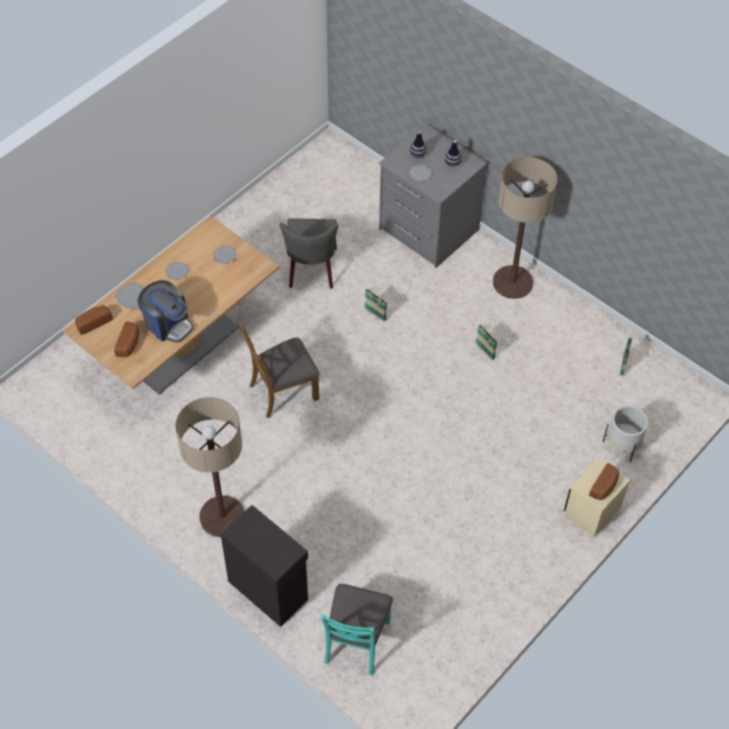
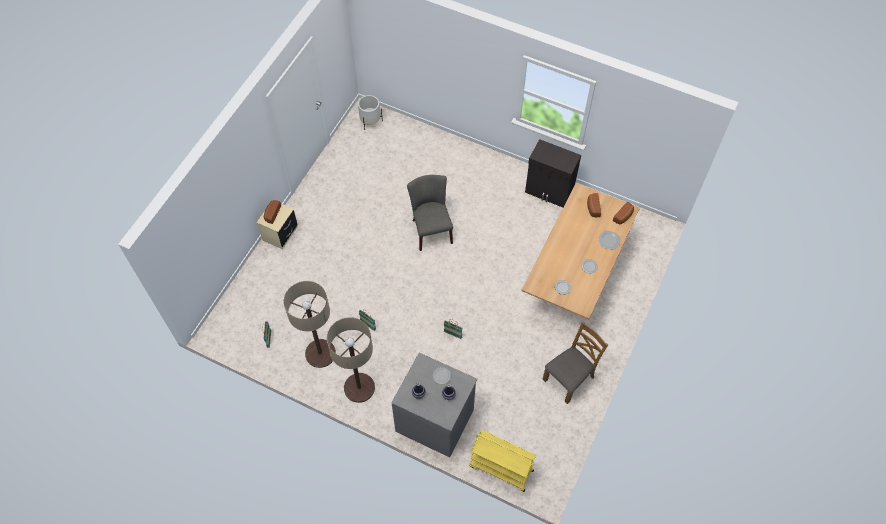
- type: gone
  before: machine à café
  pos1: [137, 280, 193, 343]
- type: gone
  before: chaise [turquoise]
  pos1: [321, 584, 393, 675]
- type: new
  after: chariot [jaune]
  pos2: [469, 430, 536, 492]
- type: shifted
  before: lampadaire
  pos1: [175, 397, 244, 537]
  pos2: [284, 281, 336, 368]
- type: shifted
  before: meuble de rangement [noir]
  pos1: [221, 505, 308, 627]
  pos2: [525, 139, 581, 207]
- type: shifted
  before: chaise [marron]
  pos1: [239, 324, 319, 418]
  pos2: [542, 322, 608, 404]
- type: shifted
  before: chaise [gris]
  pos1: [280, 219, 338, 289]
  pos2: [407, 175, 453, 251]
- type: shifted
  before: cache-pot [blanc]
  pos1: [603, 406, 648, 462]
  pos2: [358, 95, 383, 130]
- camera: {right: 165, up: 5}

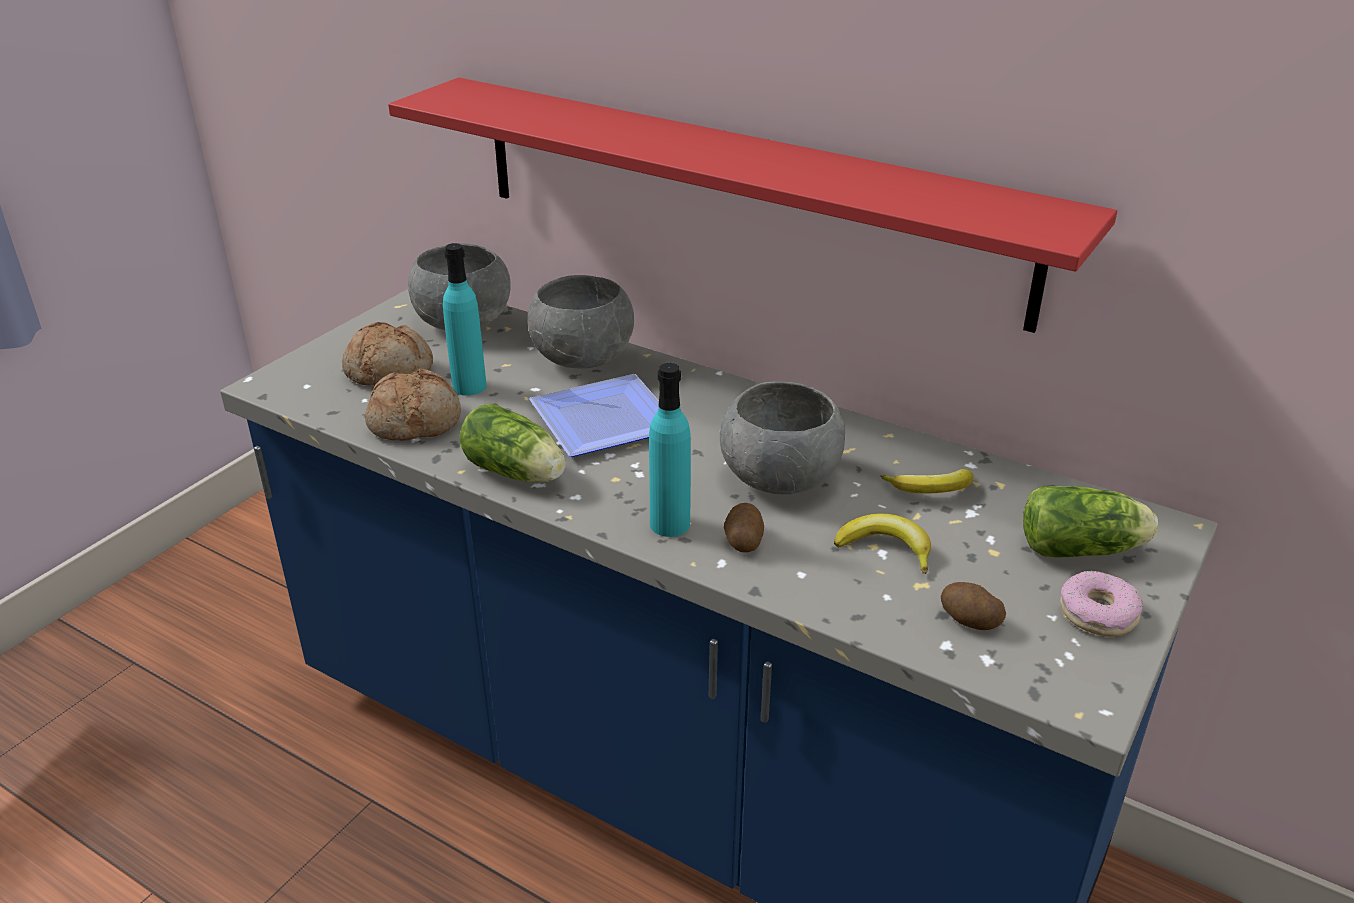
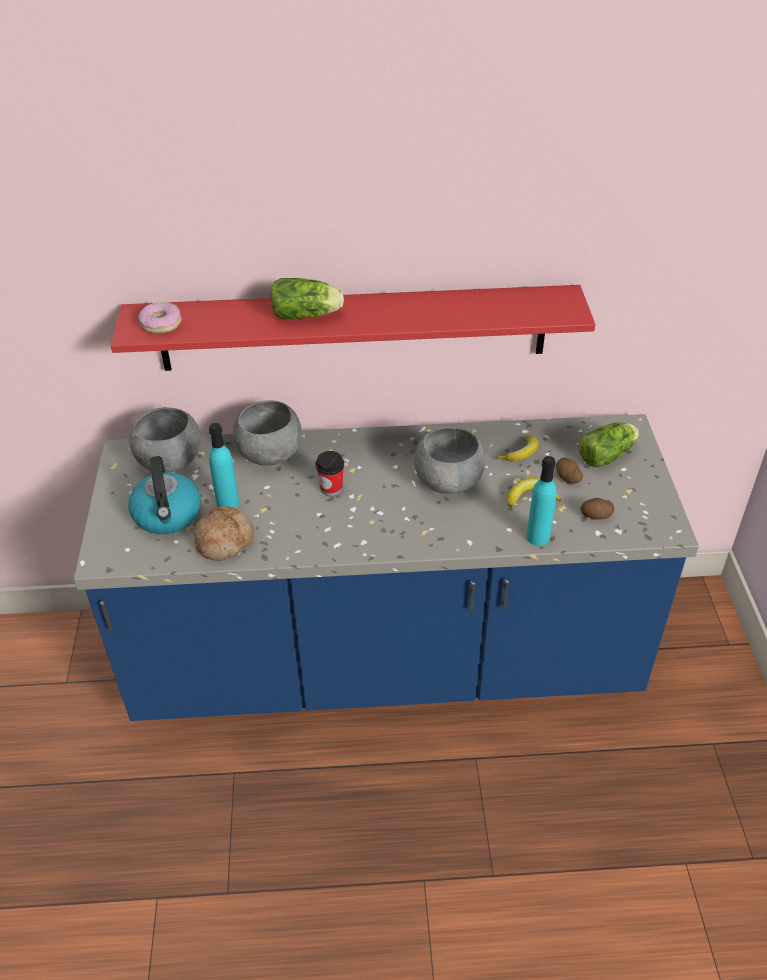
- type: shifted
  before: laitue
  pos1: [459, 404, 566, 482]
  pos2: [271, 278, 344, 319]
- type: shifted
  before: bouteille [turquoise]
  pos1: [649, 363, 691, 537]
  pos2: [526, 456, 557, 546]
- type: shifted
  before: pomme de terre
  pos1: [724, 503, 764, 553]
  pos2: [556, 458, 583, 484]
- type: shifted
  before: beignet
  pos1: [1060, 571, 1143, 637]
  pos2: [138, 302, 181, 334]
- type: swapped
  before: pain
  after: bouilloire
  pos1: [342, 322, 433, 386]
  pos2: [128, 456, 201, 534]
- type: swapped
  before: assiette
  after: tasse
  pos1: [529, 374, 659, 457]
  pos2: [316, 451, 344, 496]
- camera: {right: -35, up: 10}

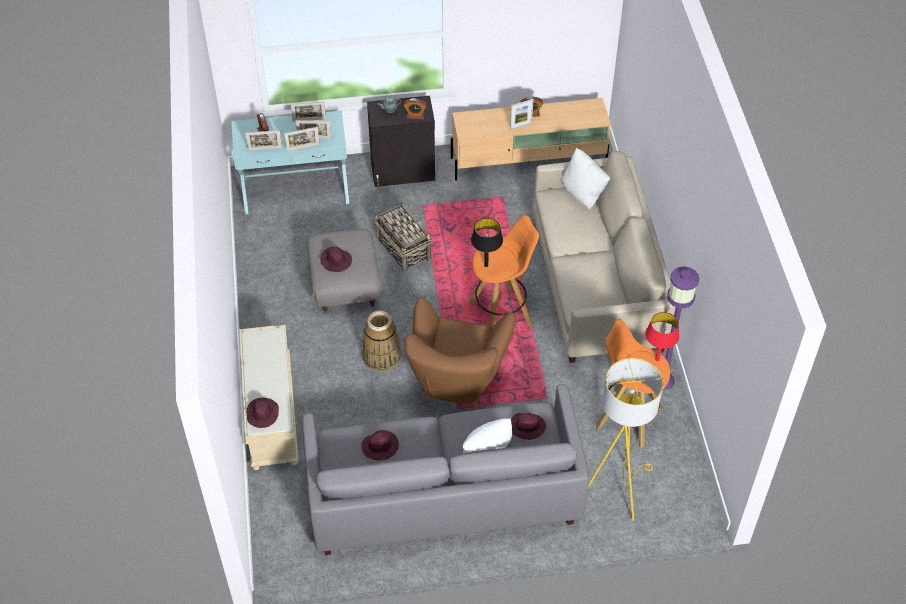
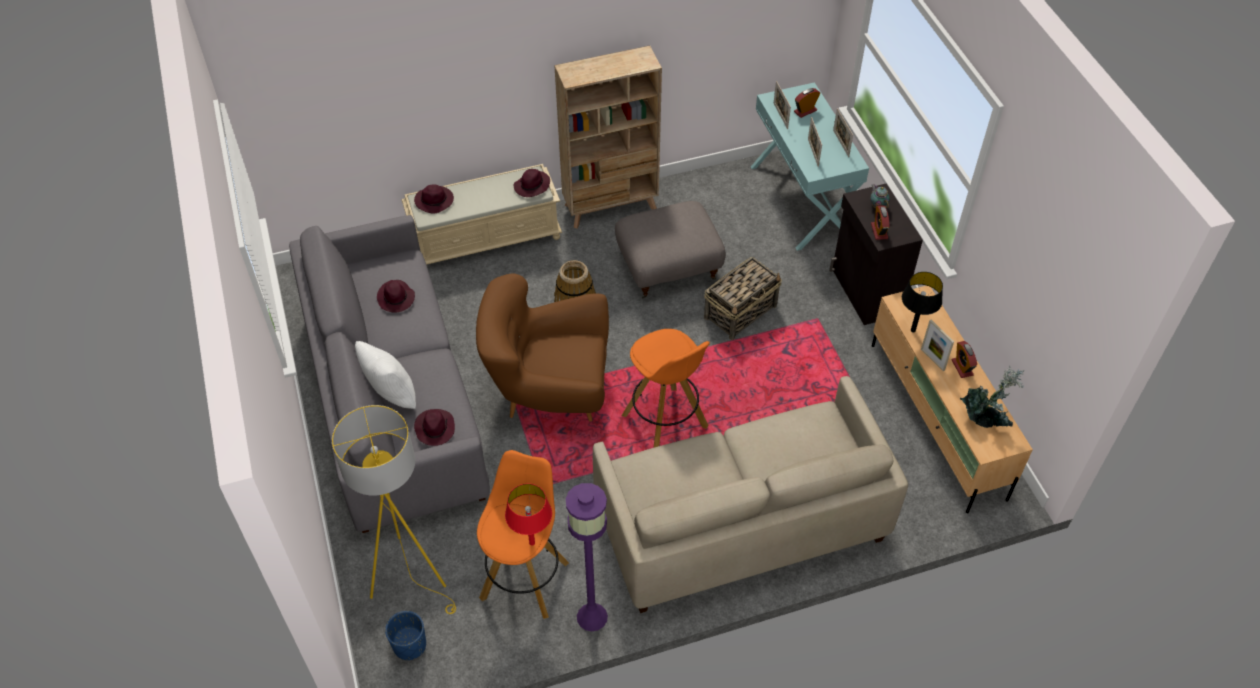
- type: gone
  before: cadre photo
  pos1: [284, 127, 320, 151]
- type: gone
  before: coussin [blanc]
  pos1: [562, 148, 610, 209]
- type: new
  after: cache-pot [bleu]
  pos2: [385, 611, 426, 660]
- type: new
  after: bibliothèque [beige]
  pos2: [554, 45, 662, 229]
- type: new
  after: plante en pot
  pos2: [960, 366, 1024, 428]
- type: shifted
  before: chapeau [violet]
  pos1: [320, 246, 352, 272]
  pos2: [514, 169, 550, 197]
- type: shifted
  before: lampe de table [noir]
  pos1: [471, 218, 503, 267]
  pos2: [902, 272, 943, 332]
- camera: {right: 80, up: 0}

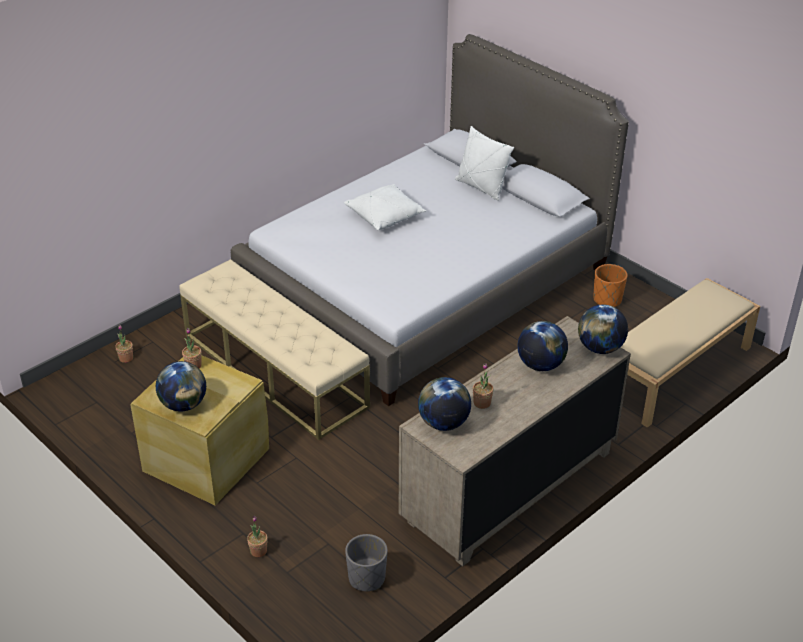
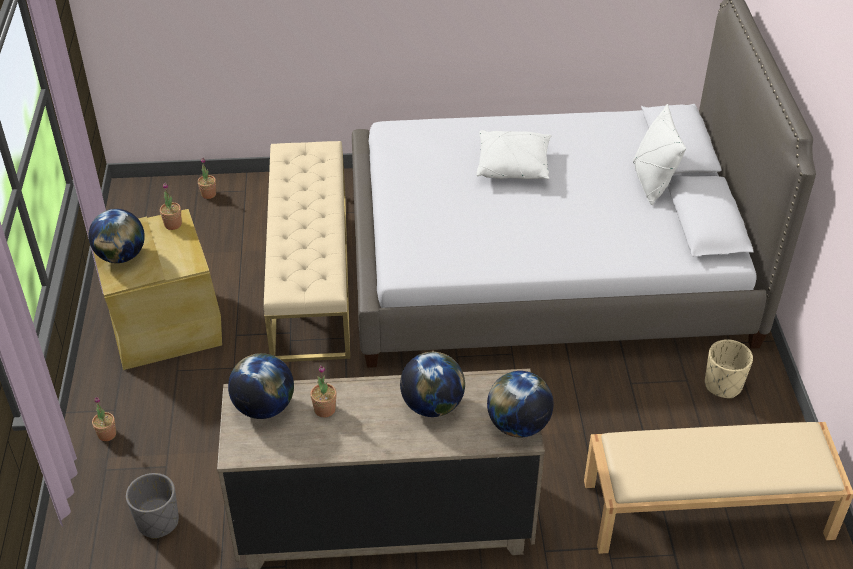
- type: repainted
  before: cache-pot [orange]
  after: cache-pot [beige]
  pos1: [593, 264, 627, 307]
  pos2: [705, 339, 753, 399]
- camera: {right: 40, up: 5}

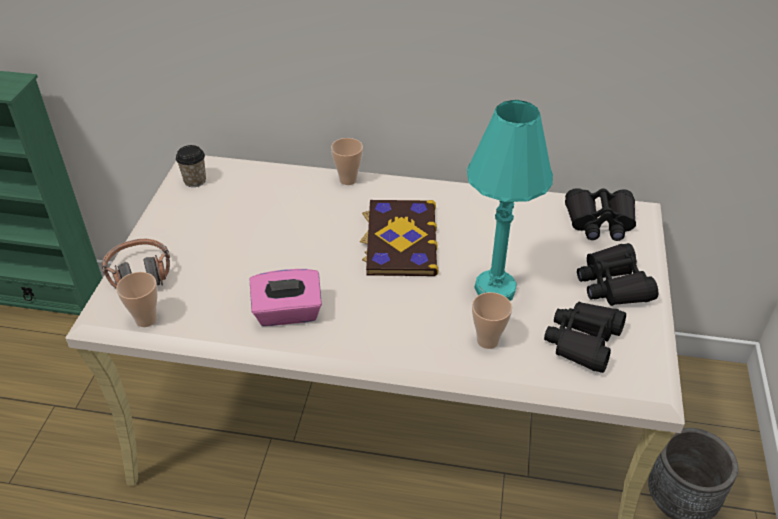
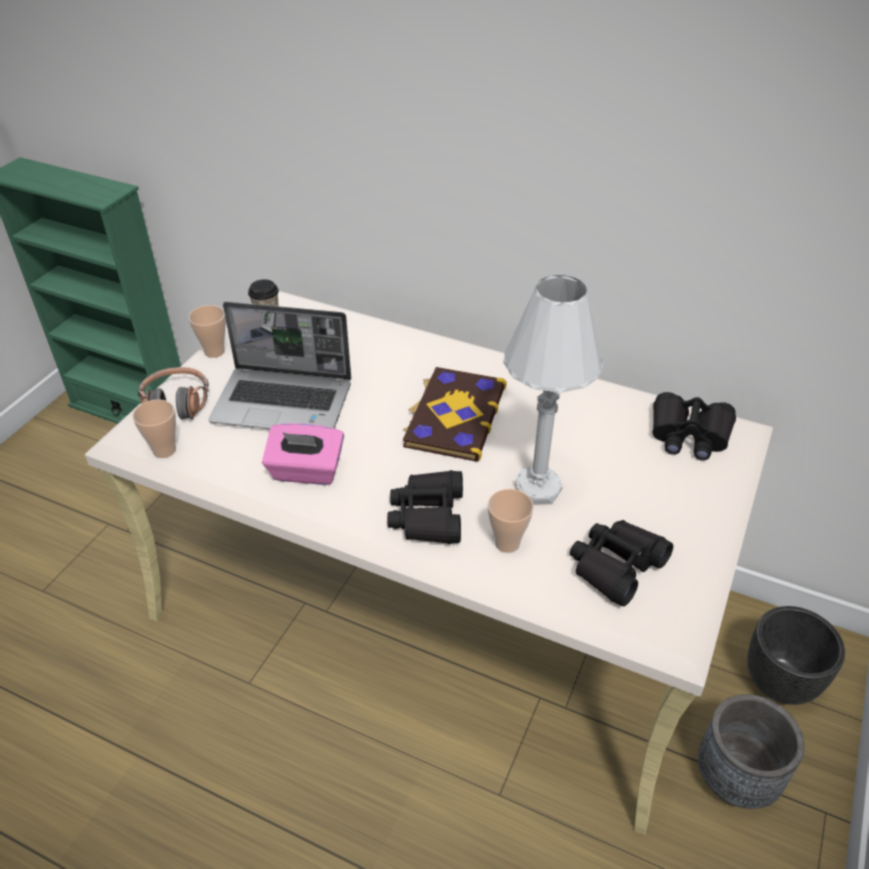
- type: new
  after: ordinateur portable
  pos2: [208, 302, 351, 429]
- type: new
  after: cache-pot [noir]
  pos2: [747, 606, 845, 705]
- type: shifted
  before: tasse
  pos1: [331, 138, 363, 185]
  pos2: [189, 305, 226, 358]
- type: shifted
  before: jumelles [noir]
  pos1: [577, 243, 658, 306]
  pos2: [387, 470, 463, 544]
- type: repainted
  before: lampe de table [turquoise]
  after: lampe de table [blanc]
  pos1: [466, 100, 553, 301]
  pos2: [503, 275, 603, 505]
- camera: {right: 15, up: 0}

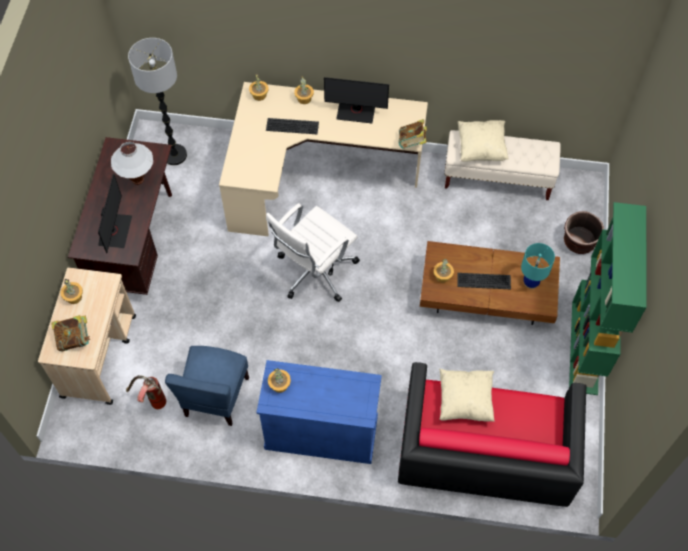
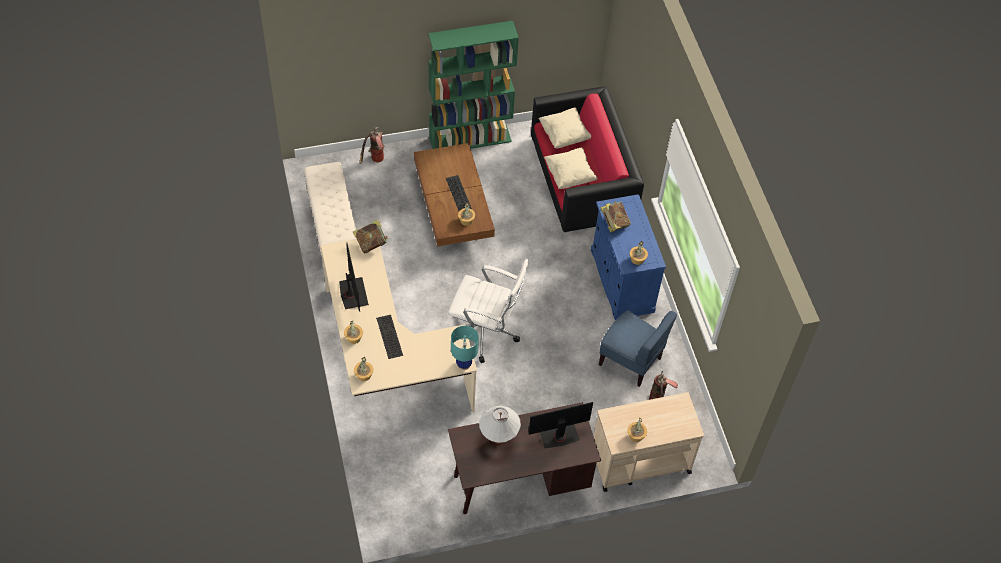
- type: gone
  before: lampadaire
  pos1: [128, 38, 187, 165]
- type: shifted
  before: livre
  pos1: [51, 315, 91, 351]
  pos2: [600, 202, 631, 232]
- type: shifted
  before: coussin [beige]
  pos1: [458, 120, 509, 162]
  pos2: [538, 107, 591, 148]
- type: shifted
  before: lampe de table [turquoise]
  pos1: [521, 243, 555, 289]
  pos2: [451, 326, 479, 370]
- type: swapped
  before: cache-pot [marron]
  after: extincteur
  pos1: [564, 211, 604, 254]
  pos2: [359, 127, 385, 164]
- type: rotated
  before: chaise [bleu]
  pos1: [165, 346, 249, 426]
  pos2: [599, 310, 677, 387]
  turn: 45
- camera: {right: -115, up: -5}

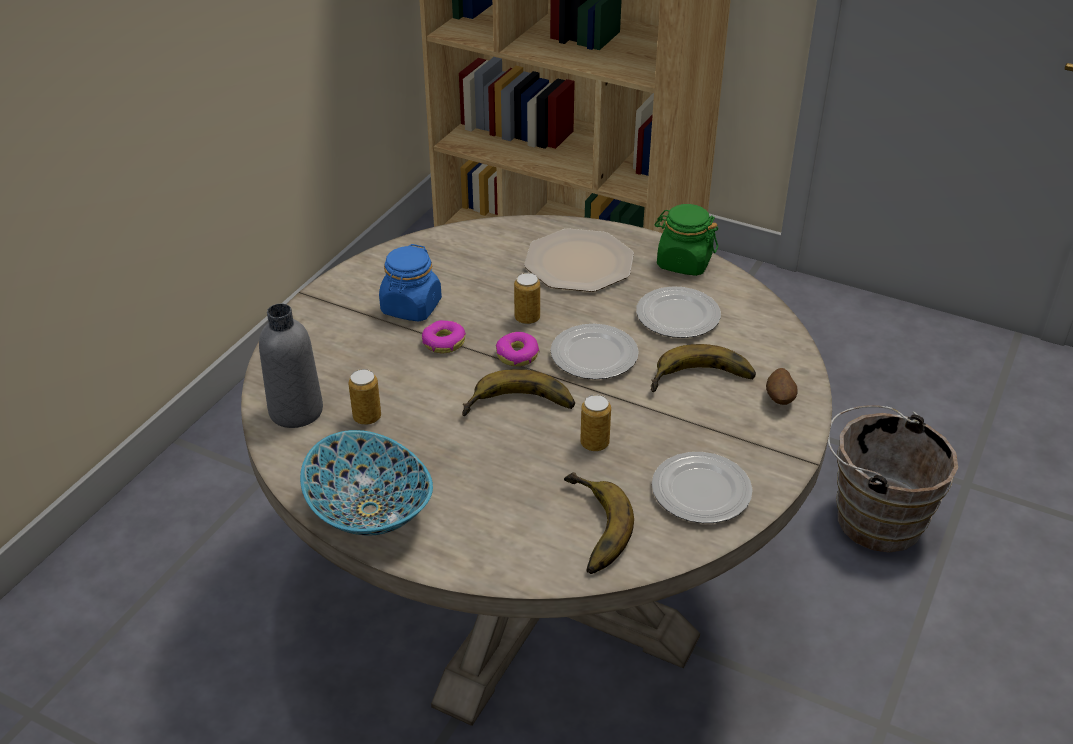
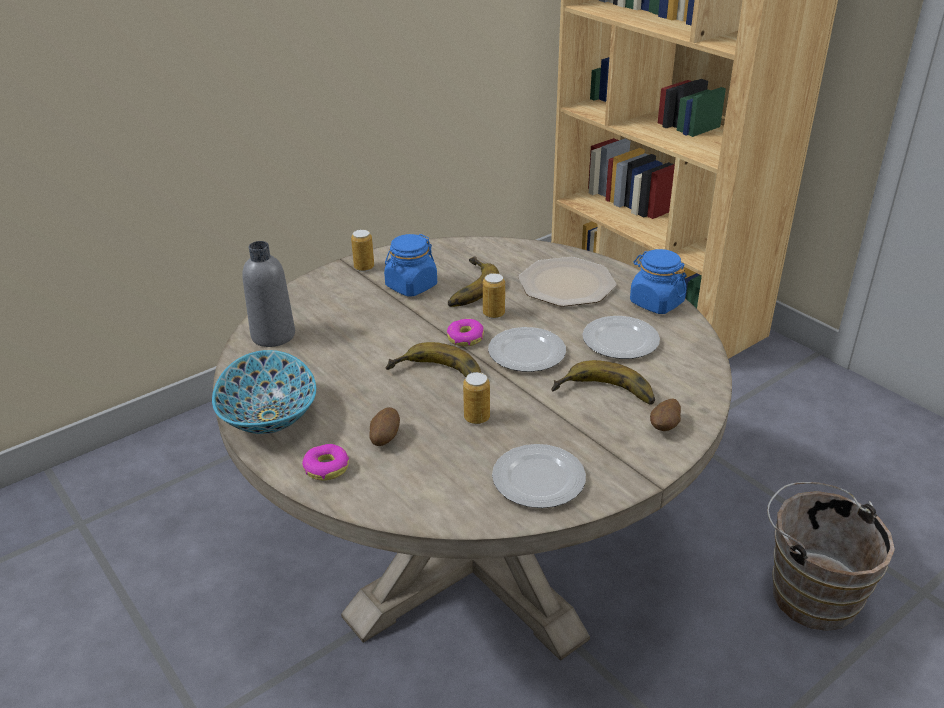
- type: new
  after: pomme de terre
  pos2: [369, 407, 400, 446]
- type: shifted
  before: boîte métallique
  pos1: [348, 369, 381, 425]
  pos2: [351, 229, 374, 271]
- type: shifted
  before: beignet
  pos1: [422, 320, 466, 353]
  pos2: [302, 444, 349, 481]
- type: shifted
  before: banane
  pos1: [564, 472, 634, 574]
  pos2: [448, 257, 499, 307]
- type: repainted
  before: bocal [vert]
  after: bocal [bleu]
  pos1: [654, 204, 718, 276]
  pos2: [630, 249, 687, 314]
- camera: {right: 25, up: -5}

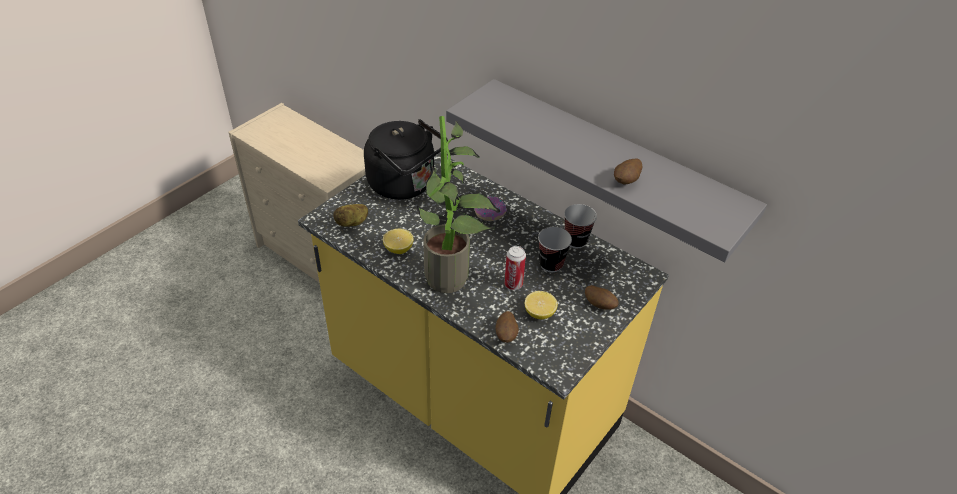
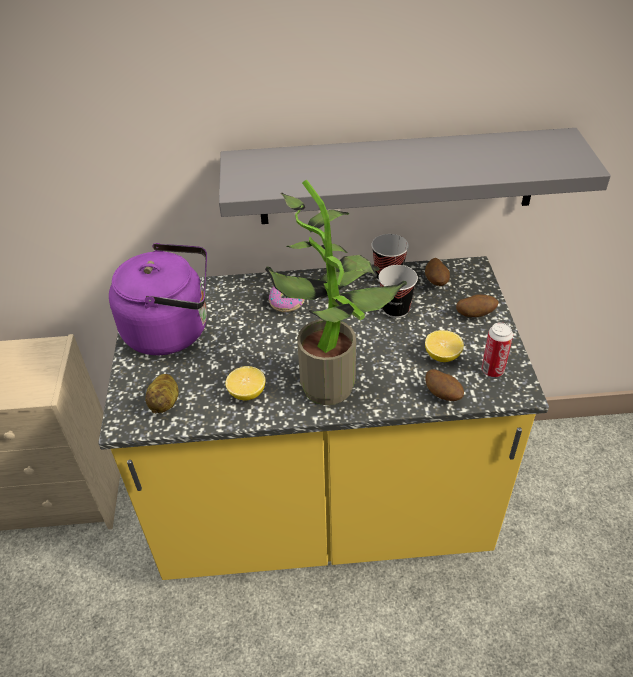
- type: shifted
  before: boîte métallique
  pos1: [504, 246, 526, 290]
  pos2: [481, 322, 513, 377]
- type: shifted
  before: pomme de terre
  pos1: [614, 158, 642, 184]
  pos2: [425, 258, 450, 286]
- type: repainted
  before: bouilloire [noir]
  after: bouilloire [violet]
  pos1: [364, 119, 448, 200]
  pos2: [109, 243, 207, 355]
- camera: {right: -40, up: 0}

